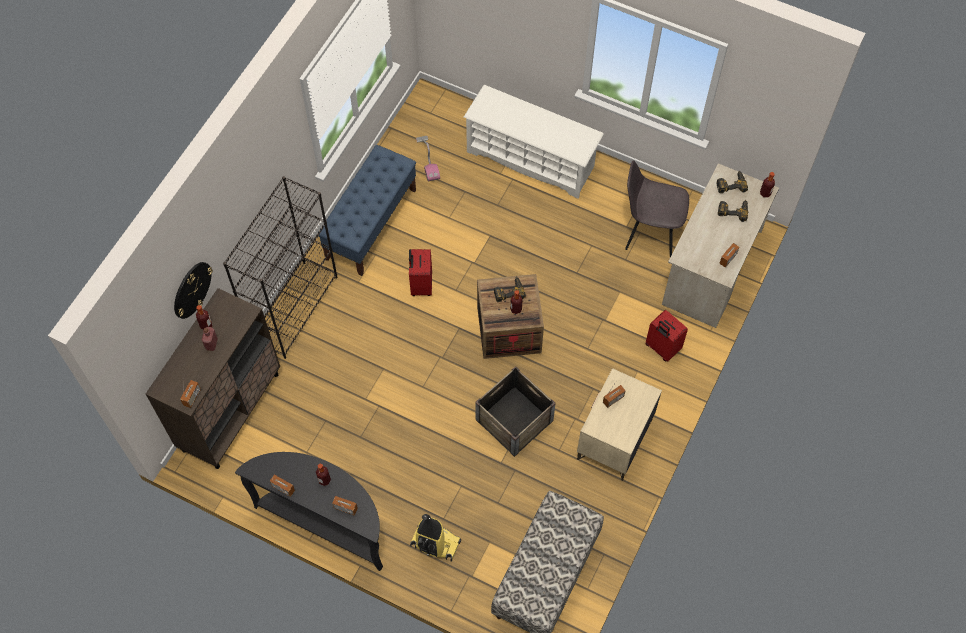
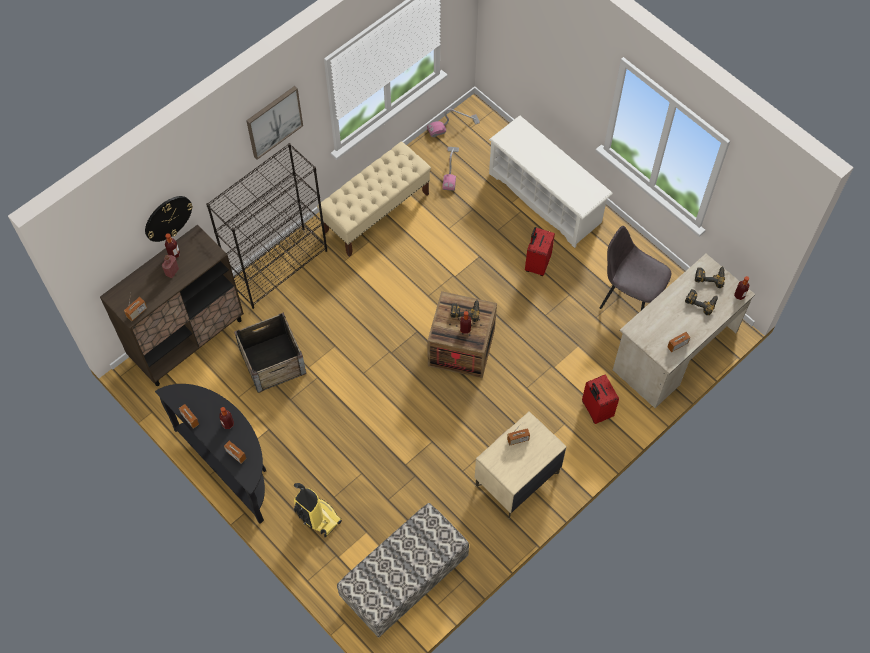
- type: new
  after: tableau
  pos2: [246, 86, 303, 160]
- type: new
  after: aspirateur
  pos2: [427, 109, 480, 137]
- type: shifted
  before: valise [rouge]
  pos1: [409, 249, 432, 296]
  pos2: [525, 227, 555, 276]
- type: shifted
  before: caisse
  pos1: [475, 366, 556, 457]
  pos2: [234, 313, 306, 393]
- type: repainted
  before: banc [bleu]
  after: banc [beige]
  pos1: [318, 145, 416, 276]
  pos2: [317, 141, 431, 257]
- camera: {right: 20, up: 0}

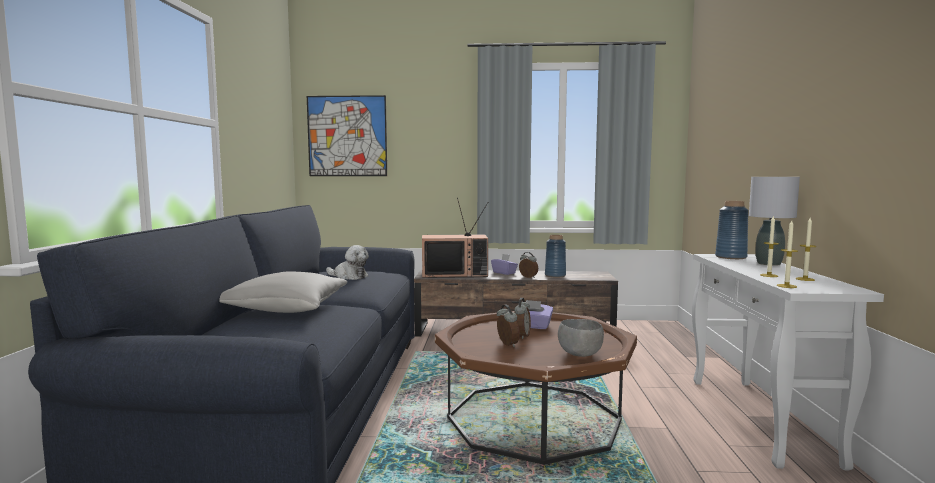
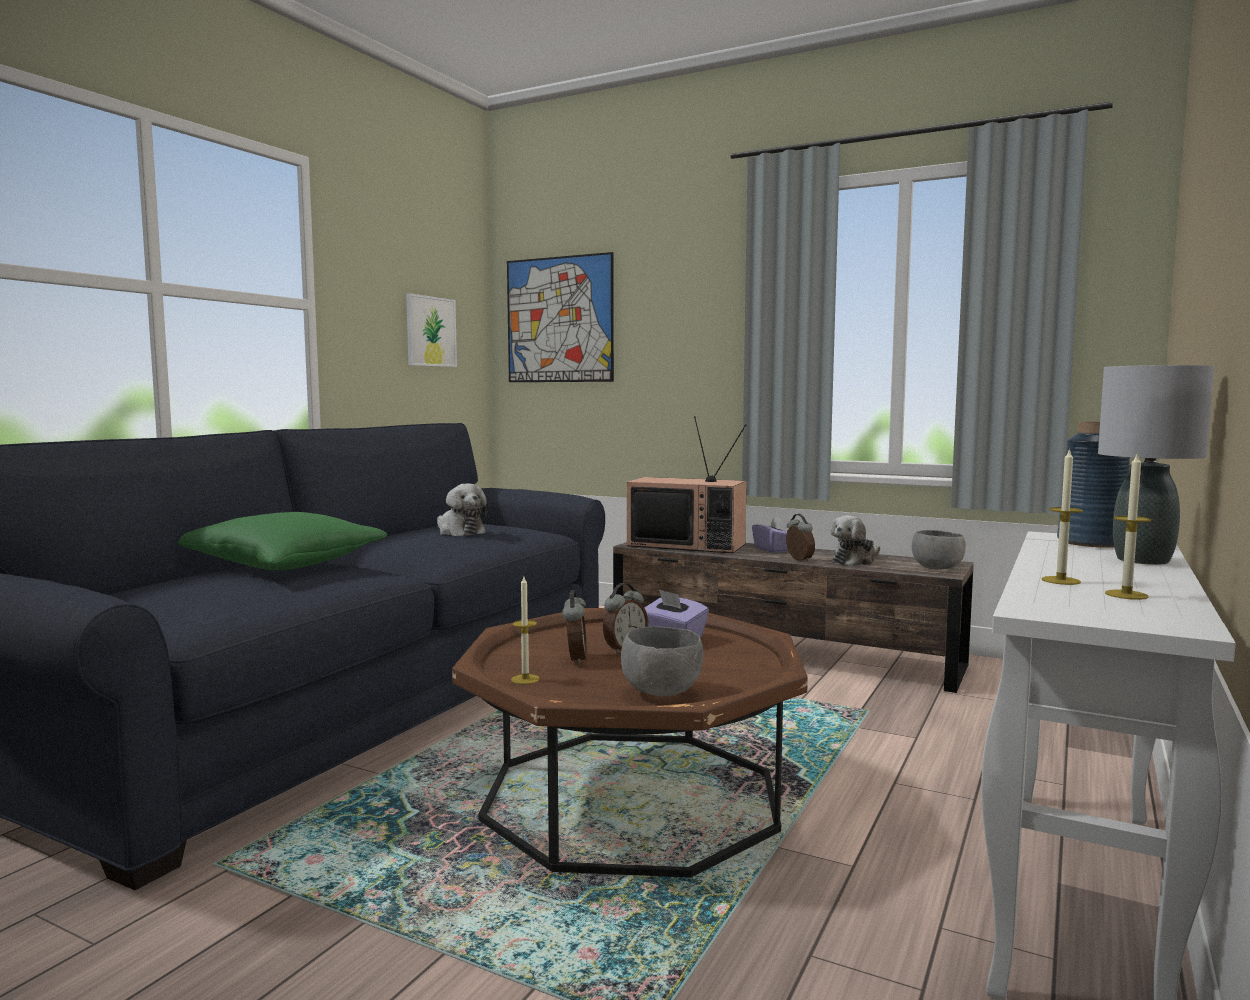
- type: new
  after: tableau
  pos2: [406, 293, 457, 367]
- type: new
  after: bol [gris]
  pos2: [912, 530, 966, 570]
- type: shifted
  before: bougie
  pos1: [777, 221, 798, 288]
  pos2: [511, 577, 540, 684]
- type: swapped
  before: vase [bleu]
  after: peluche
  pos1: [545, 235, 566, 278]
  pos2: [831, 515, 880, 566]
- type: repainted
  before: coussin [gris]
  after: coussin [vert]
  pos1: [219, 271, 347, 313]
  pos2: [178, 512, 387, 570]
- camera: {right: 25, up: 0}

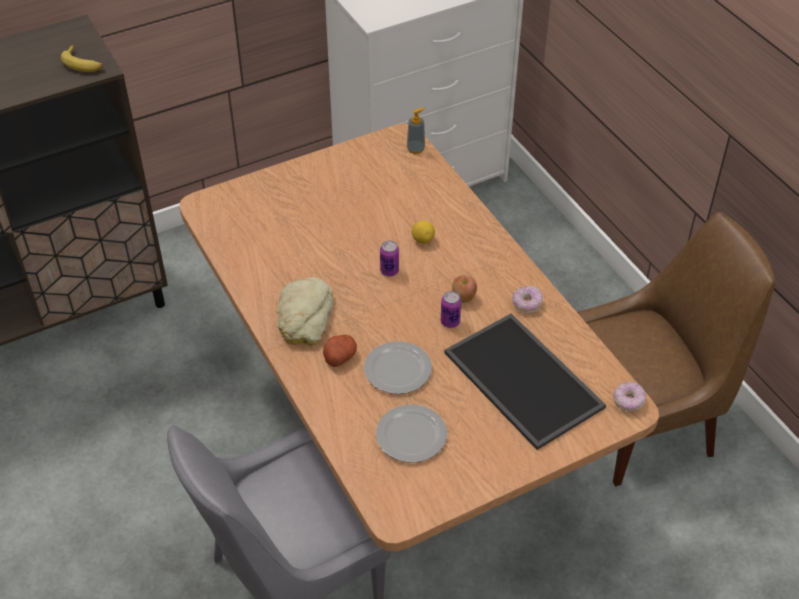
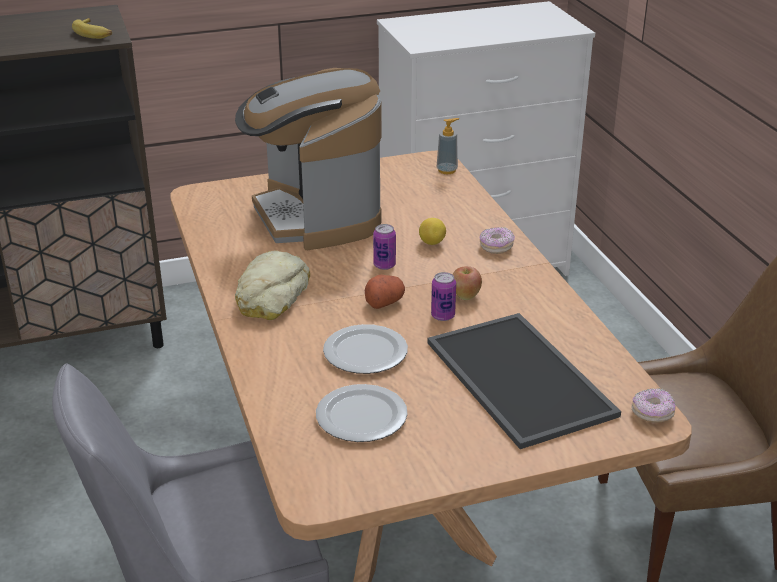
- type: new
  after: machine à café
  pos2: [235, 68, 382, 250]
- type: shifted
  before: pomme de terre
  pos1: [323, 335, 357, 367]
  pos2: [365, 275, 405, 309]
- type: shifted
  before: beignet
  pos1: [512, 286, 543, 314]
  pos2: [480, 227, 515, 254]
- camera: {right: 10, up: -15}

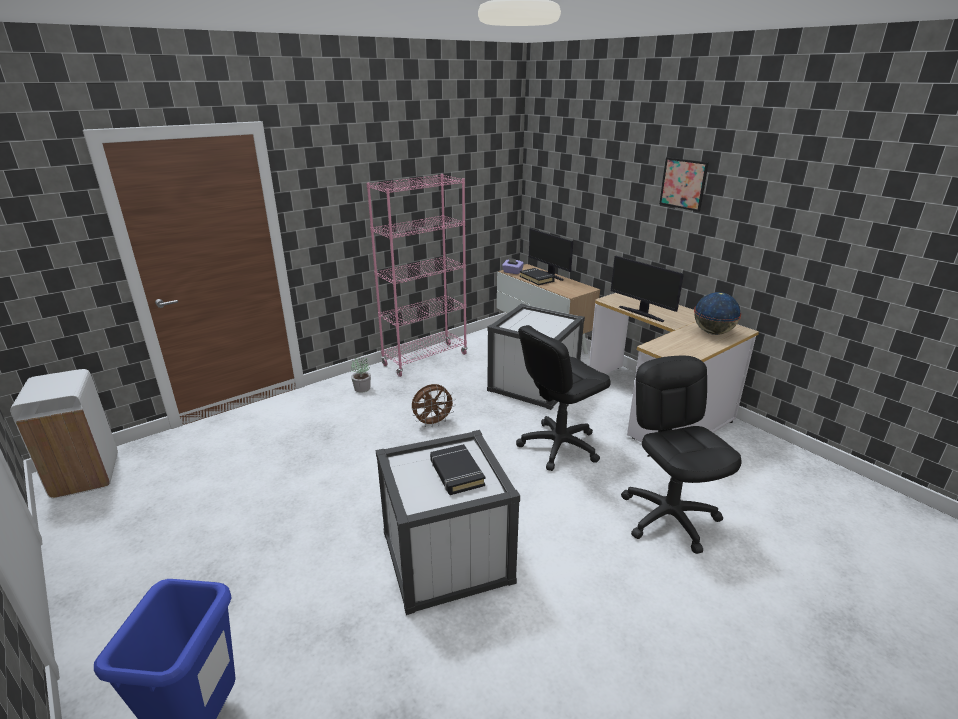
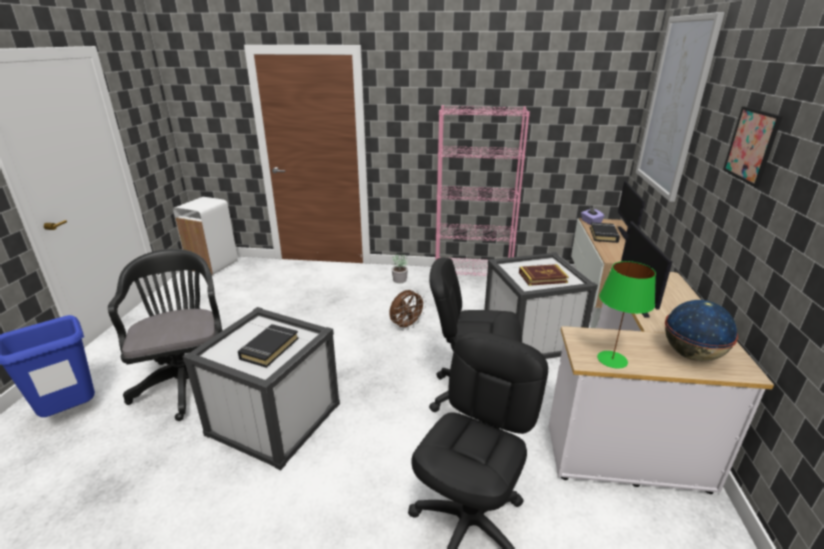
- type: new
  after: chaise de bureau [noir]
  pos2: [108, 249, 222, 421]
- type: new
  after: livre
  pos2: [519, 264, 569, 286]
- type: new
  after: lampe de table [vert]
  pos2: [597, 261, 656, 369]
- type: new
  after: tableau
  pos2: [636, 12, 725, 202]
- type: rotated
  before: ventilateur [marron]
  pos1: [412, 384, 456, 427]
  pos2: [389, 290, 426, 330]
  turn: -60
- camera: {right: 45, up: 0}

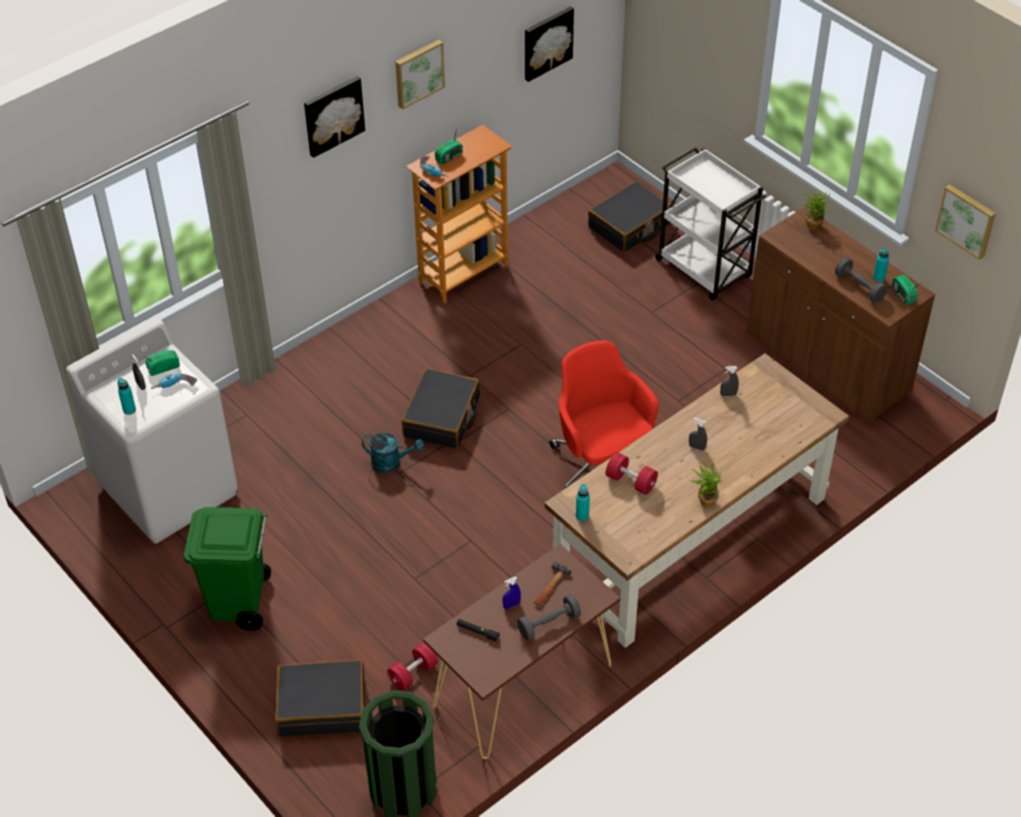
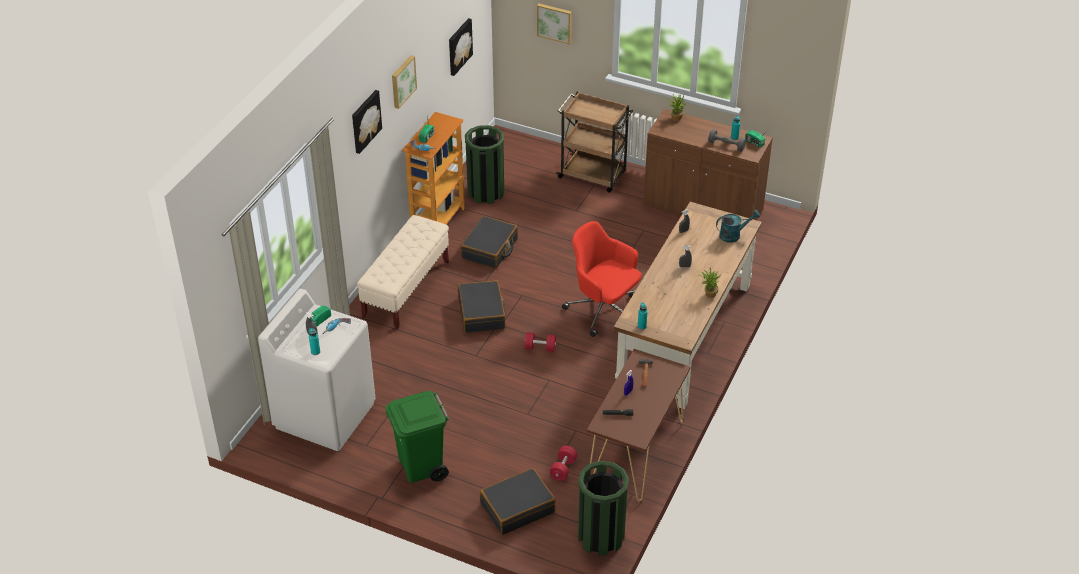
- type: gone
  before: haltère [gris]
  pos1: [517, 594, 581, 640]
- type: new
  after: banc [beige]
  pos2: [357, 215, 449, 329]
- type: new
  after: poubelle [vert]
  pos2: [465, 125, 504, 204]
- type: shifted
  before: arrosoir [turquoise]
  pos1: [362, 433, 424, 473]
  pos2: [716, 210, 760, 243]
- type: shifted
  before: valise [noir]
  pos1: [588, 181, 673, 252]
  pos2: [461, 216, 518, 269]
- type: shifted
  before: haltère [rouge]
  pos1: [606, 452, 658, 495]
  pos2: [525, 332, 556, 352]
- type: shifted
  before: tableau
  pos1: [935, 184, 996, 260]
  pos2: [537, 3, 572, 44]
- type: repainted
  before: chariot [blanc]
  after: chariot [marron]
  pos1: [654, 147, 766, 300]
  pos2: [556, 92, 633, 192]
- camera: {right: -25, up: -5}

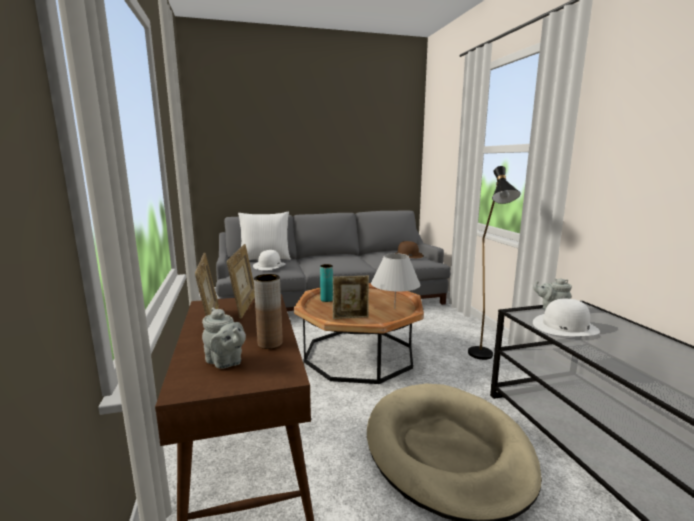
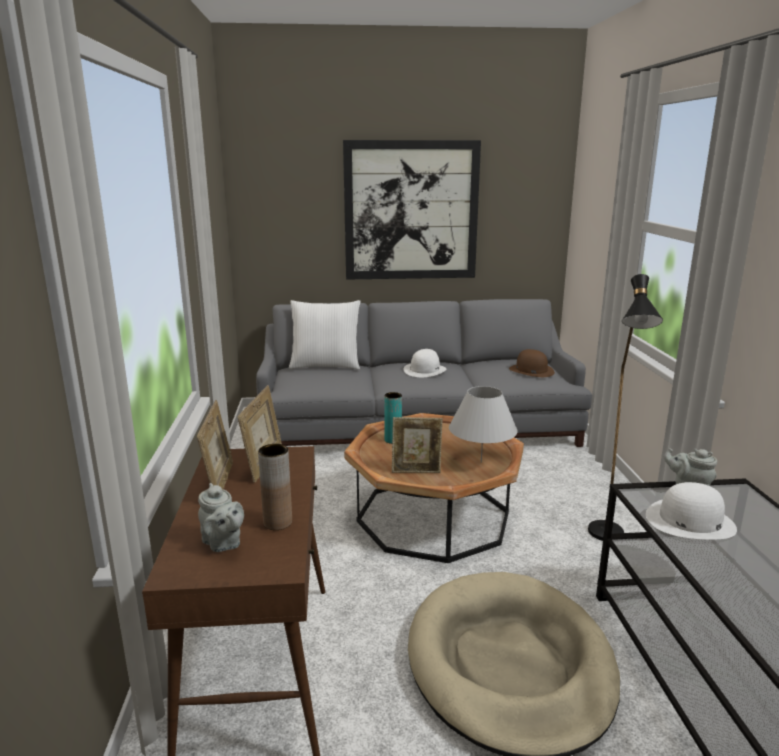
- type: new
  after: tableau
  pos2: [343, 140, 481, 280]
- type: shifted
  before: chapeau [blanc]
  pos1: [253, 250, 286, 270]
  pos2: [404, 349, 447, 377]
- camera: {right: 10, up: 5}

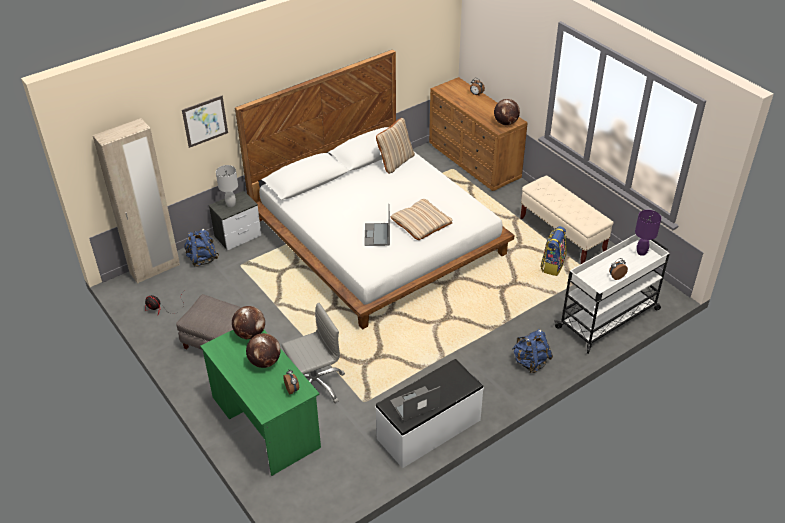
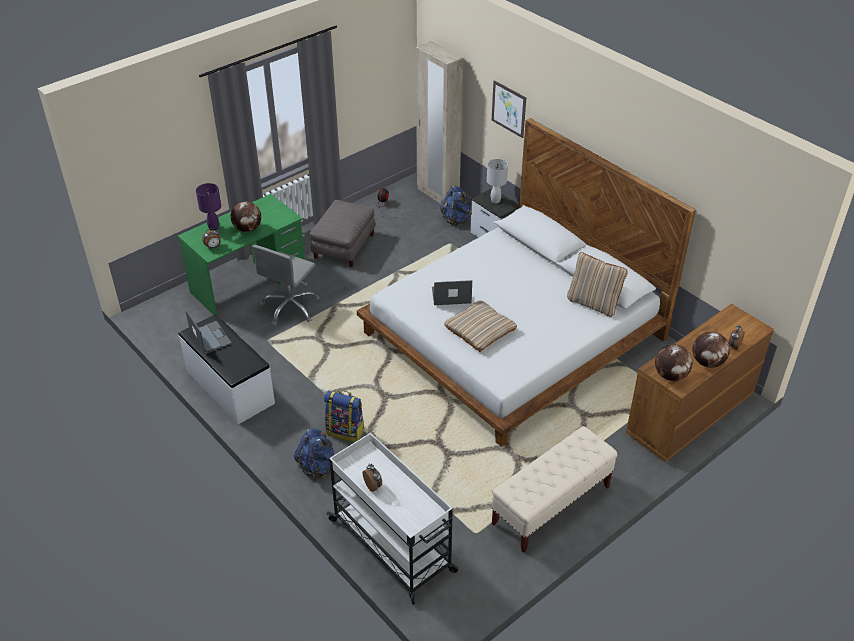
- type: shifted
  before: globe
  pos1: [232, 306, 265, 339]
  pos2: [692, 332, 730, 368]
- type: shifted
  before: sac à dos
  pos1: [540, 226, 567, 276]
  pos2: [324, 390, 364, 442]
- type: shifted
  before: lampe de table [violet]
  pos1: [635, 210, 661, 256]
  pos2: [196, 183, 221, 231]
- type: rotated
  before: chaise de bureau [gris]
  pos1: [281, 302, 345, 404]
  pos2: [252, 245, 320, 326]
  turn: 60
- camera: {right: 85, up: 0}

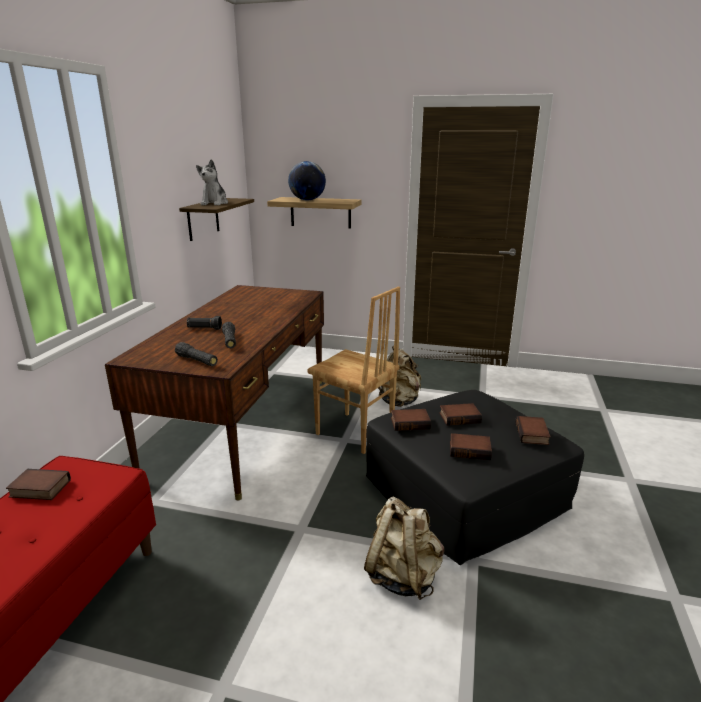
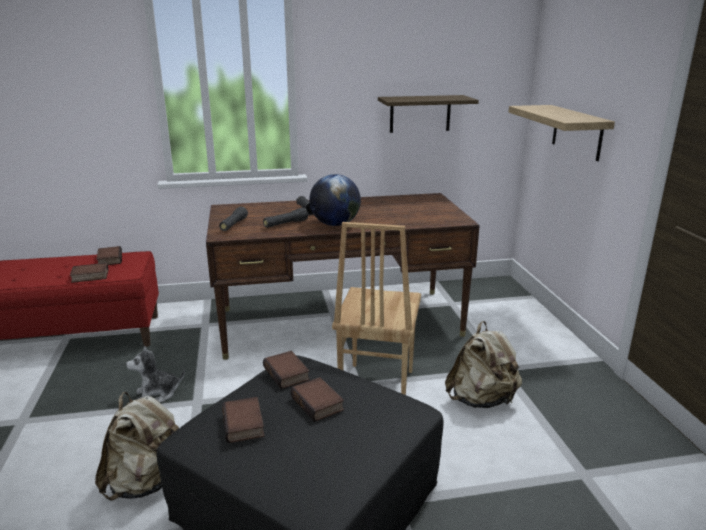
- type: shifted
  before: peluche
  pos1: [196, 159, 228, 205]
  pos2: [126, 345, 185, 403]
- type: shifted
  before: globe
  pos1: [288, 161, 326, 201]
  pos2: [309, 174, 361, 226]
- type: shifted
  before: livre
  pos1: [515, 416, 551, 445]
  pos2: [70, 263, 108, 283]
- camera: {right: 65, up: 0}

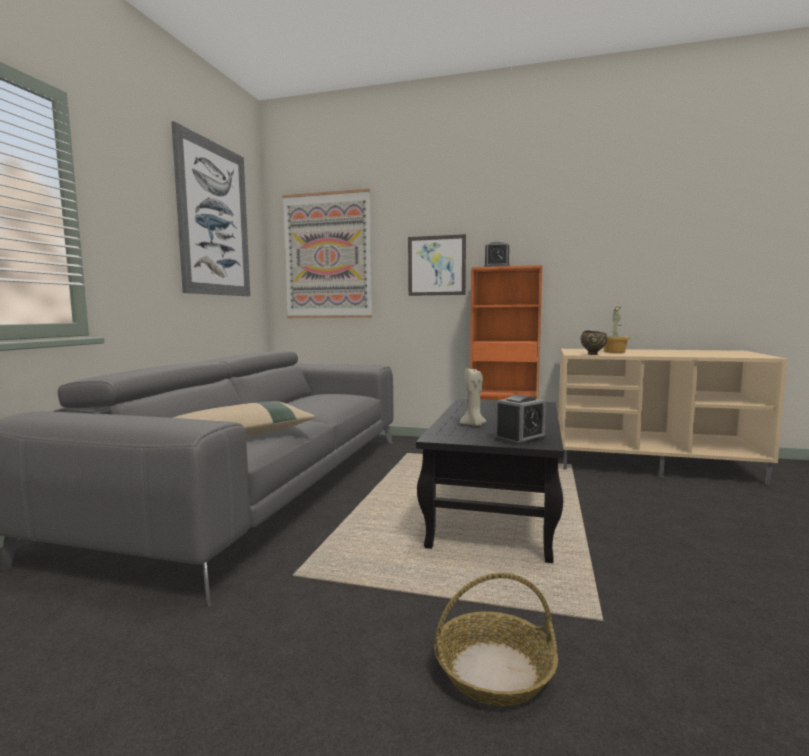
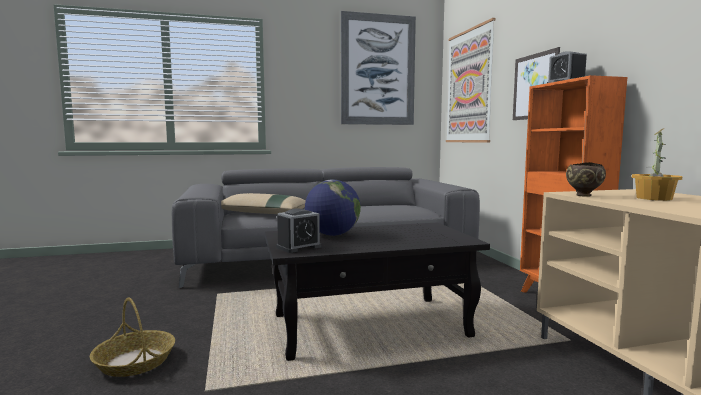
- type: swapped
  before: bougie [beige]
  after: globe
  pos1: [460, 368, 486, 426]
  pos2: [305, 180, 361, 236]
- type: rotated
  before: réveil
  pos1: [495, 395, 546, 446]
  pos2: [276, 208, 322, 253]
  turn: -60
- camera: {right: 60, up: 0}

